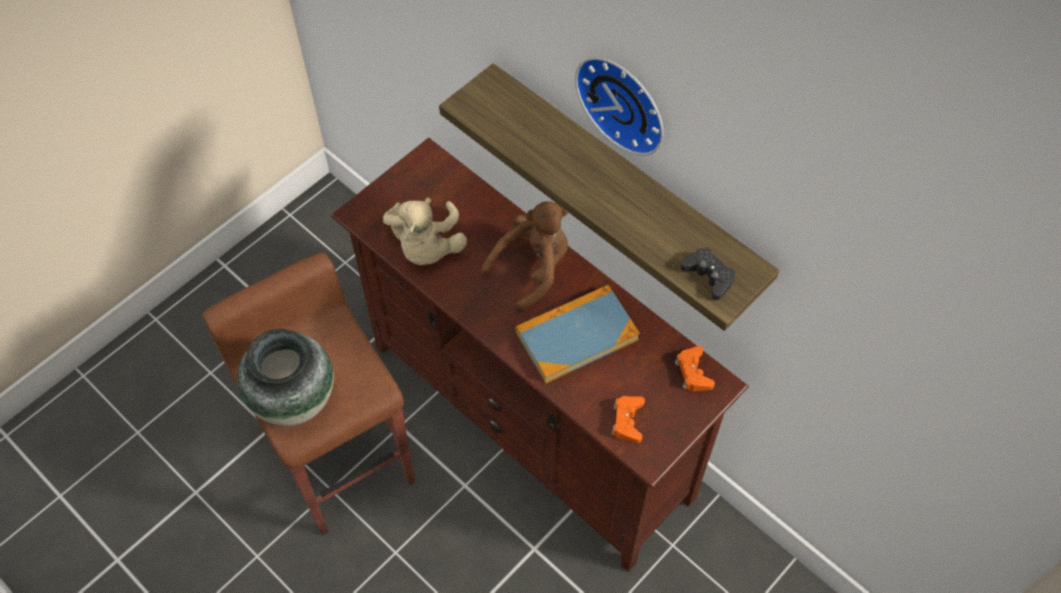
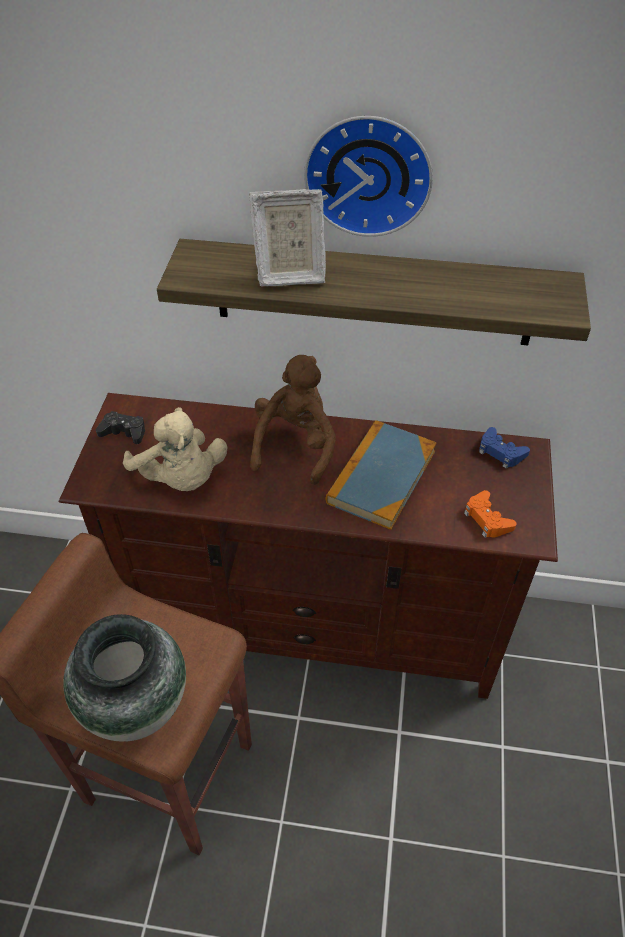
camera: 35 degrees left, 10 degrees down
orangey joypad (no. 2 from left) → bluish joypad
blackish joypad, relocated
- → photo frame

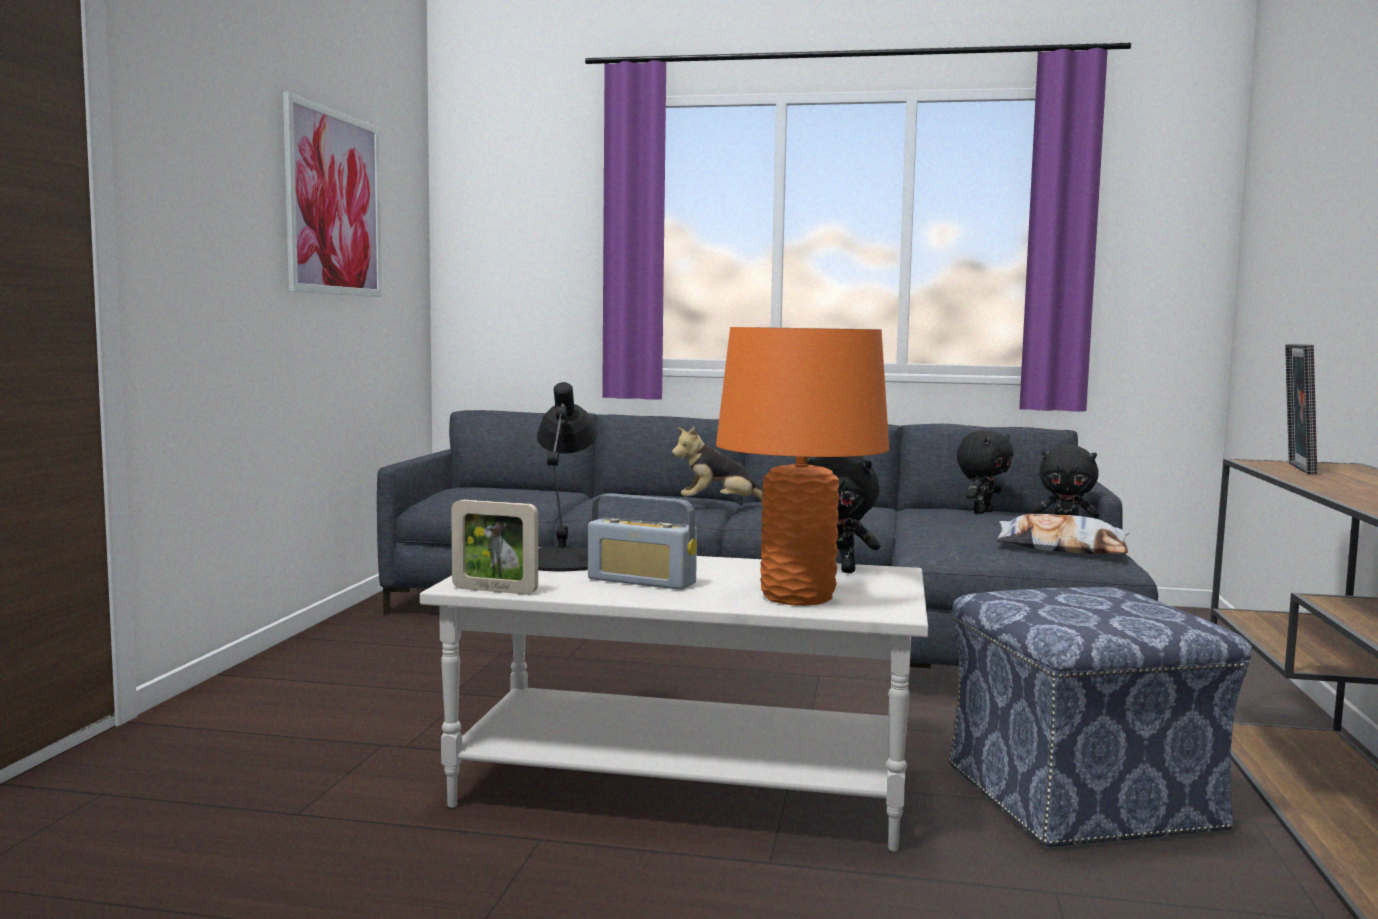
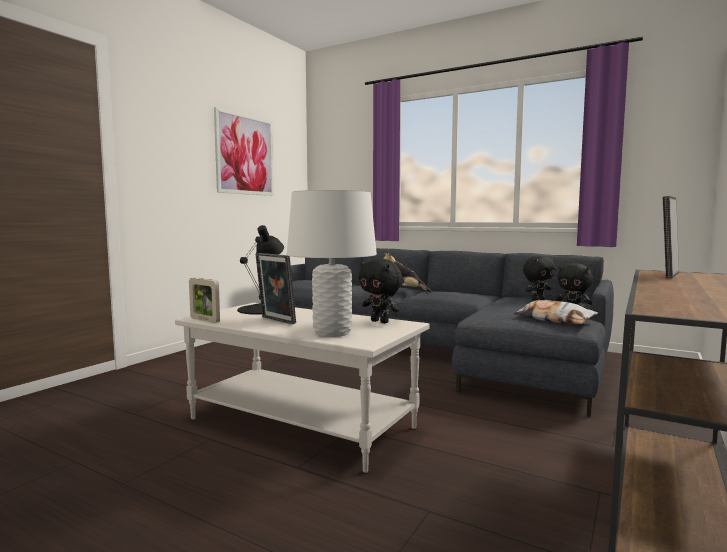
camera: 20 degrees right, 0 degrees up
radio receiver → photo frame (no. 2 from left)
orangey tabletop lamp → white-coloured tabletop lamp
footrest → -

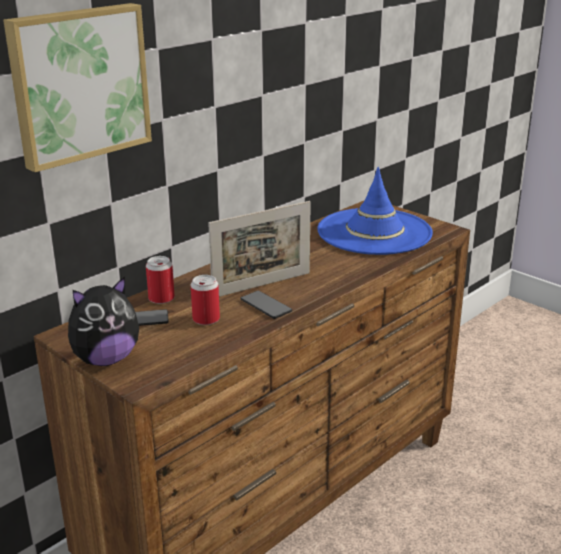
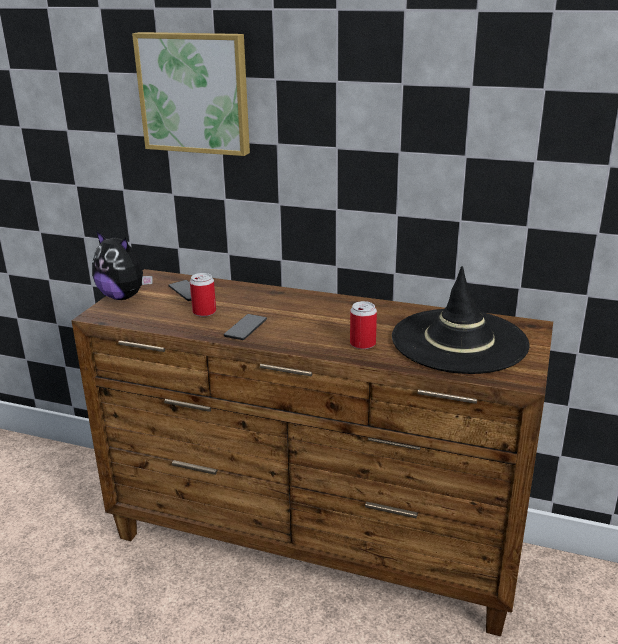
camera: 65 degrees right, 0 degrees up
sealed can (no. 1 from left in the first image) → sealed can (no. 2 from left), relocated
photo frame → -
bluish hat → blackish hat

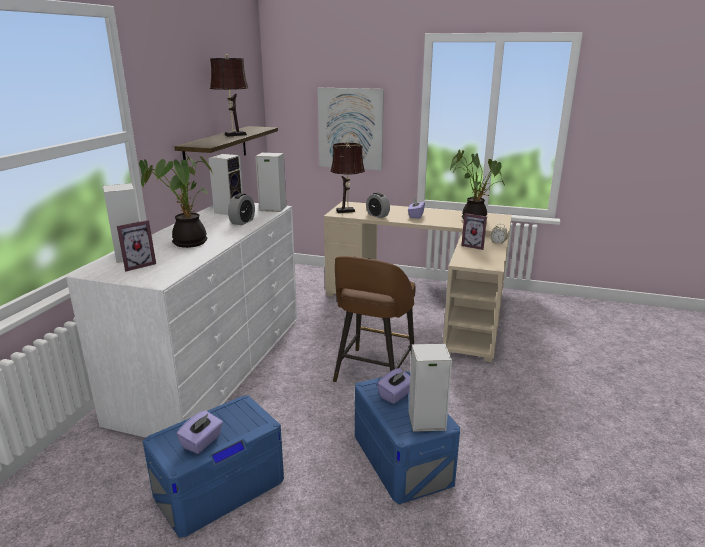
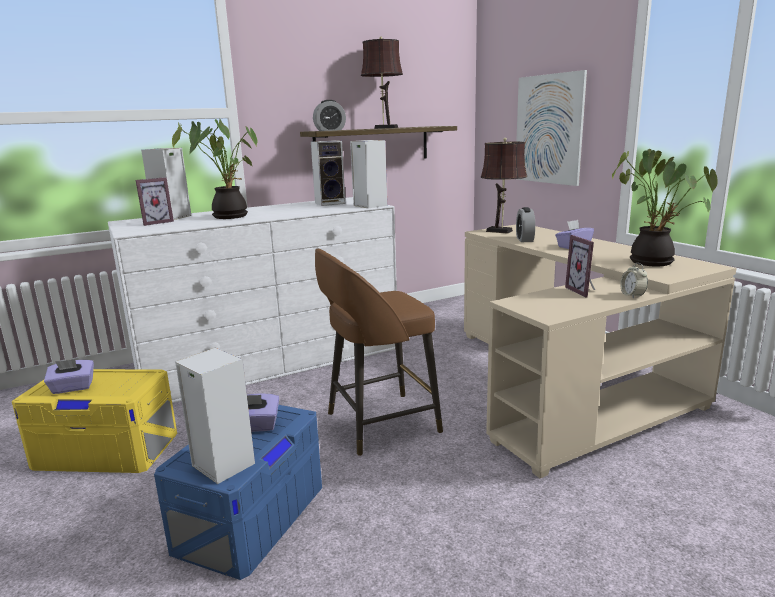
camera: 45 degrees right, 5 degrees down
photo frame (no. 1 from left), 45 degrees counterclockwise
bluish storage box (no. 1 from left) → yellowish storage box
alarm clock (no. 1 from left), relocated

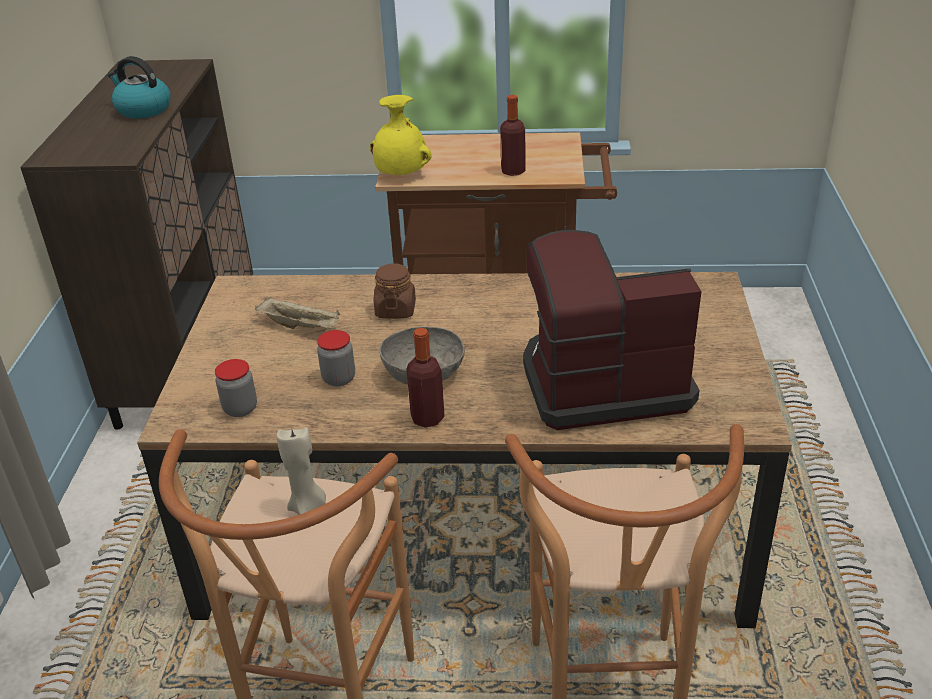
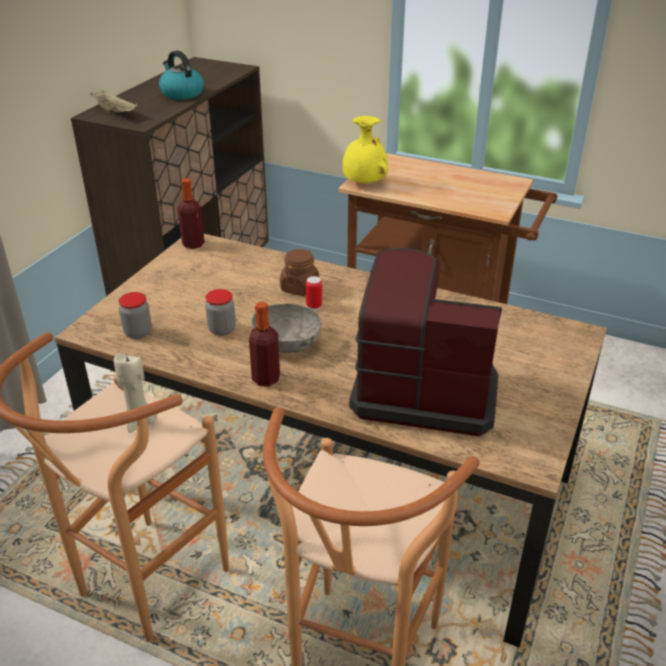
camera: 20 degrees right, 0 degrees up
beige tray, relocated
bottle (no. 2 from left in the first image) → bottle (no. 1 from left), relocated
- → sealed can

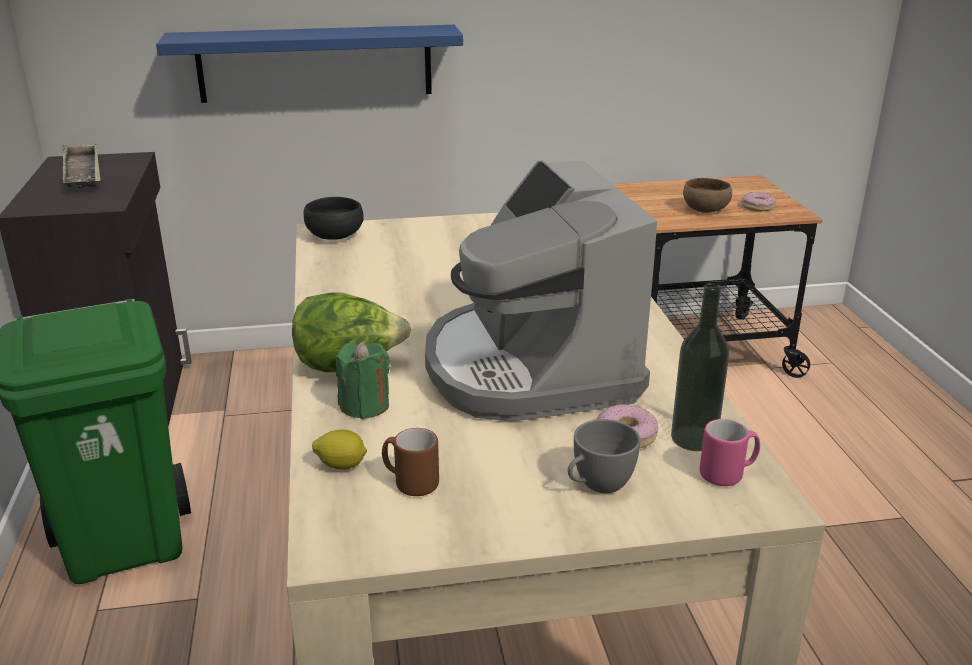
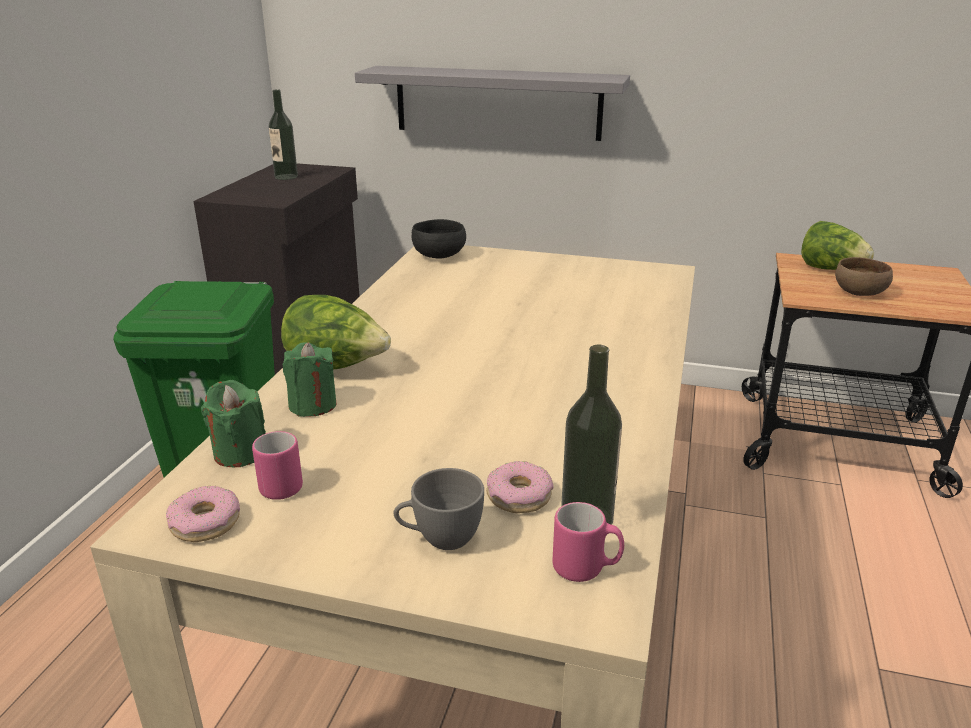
camera: 25 degrees right, 0 degrees up
tray → bottle (no. 1 from left)
bluish wall shelf → greyish wall shelf
whole lemon → green wax candle (no. 1 from left)
brownish tea mug → pink-coloured tea mug (no. 1 from left)
coffee maker → -
ring doughnut (no. 2 from left in the first image) → ring doughnut (no. 1 from left), relocated
- → lettuce (no. 2 from left)

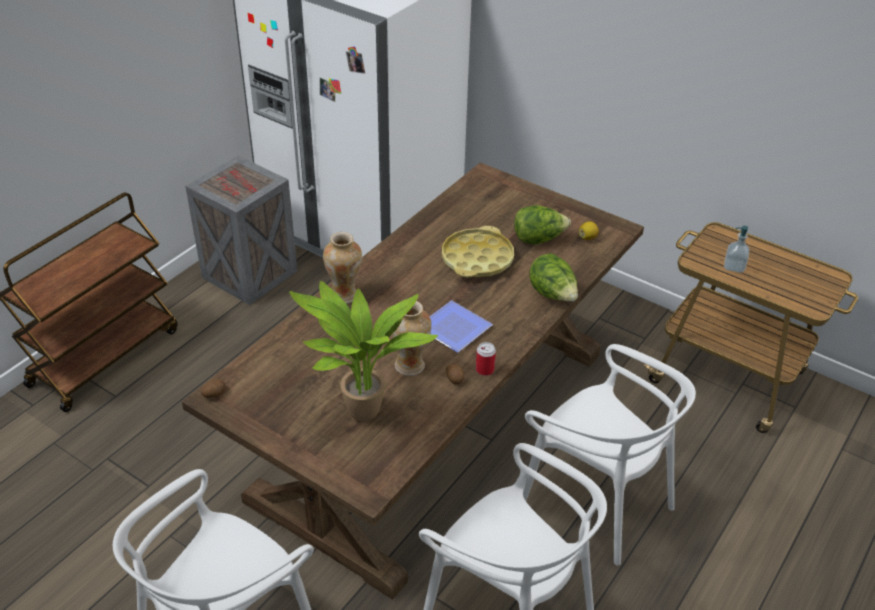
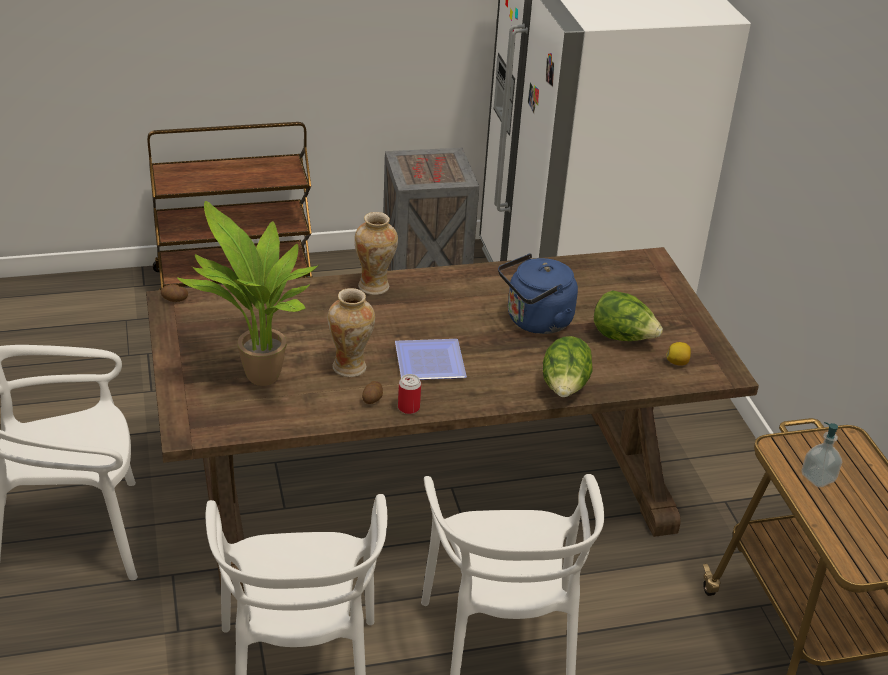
camera: 40 degrees right, 5 degrees down
yellowish tray → bluish tea kettle

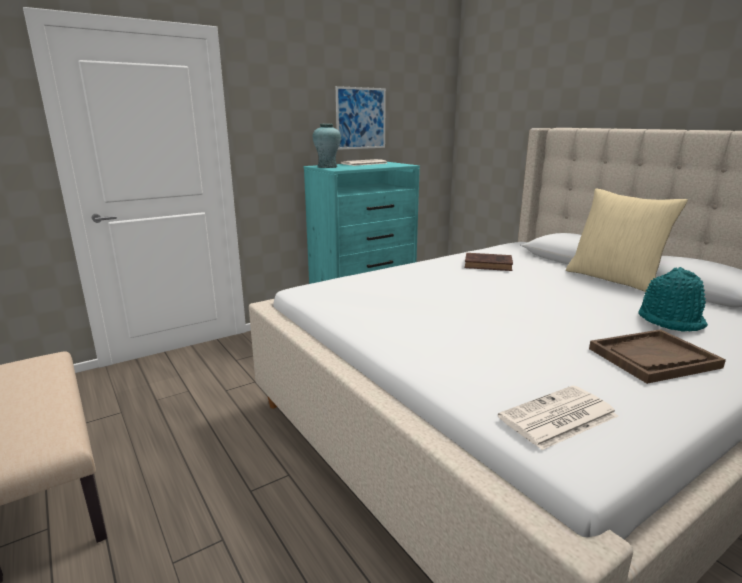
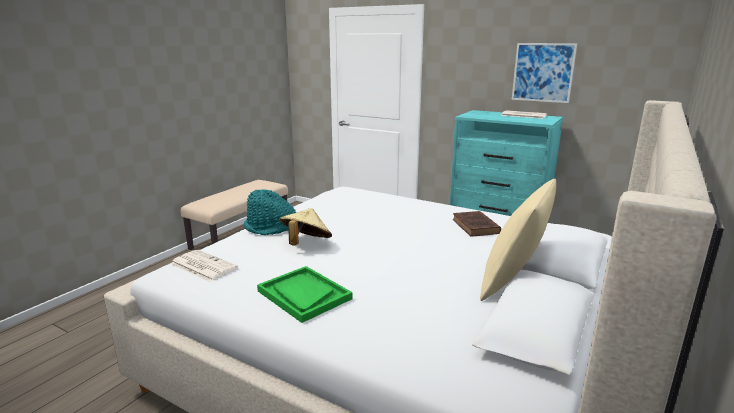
camera: 65 degrees right, 0 degrees up
turquoise-coloured decorative vase → -
brownish tray → green tray
turquoise-coloured hat, relocated
- → beige hat

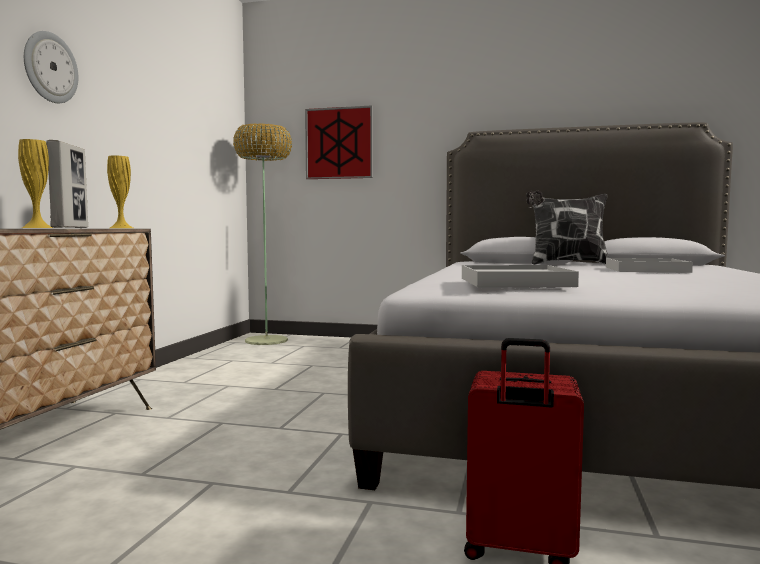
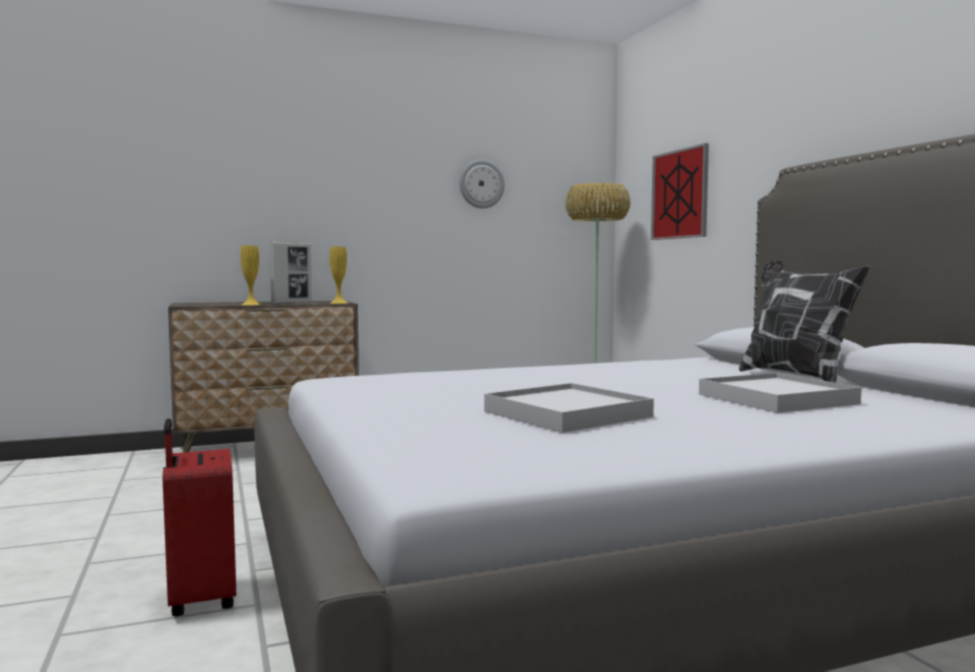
camera: 55 degrees right, 0 degrees up
hanging clock, relocated
white-coloured tray (no. 1 from left), relocated

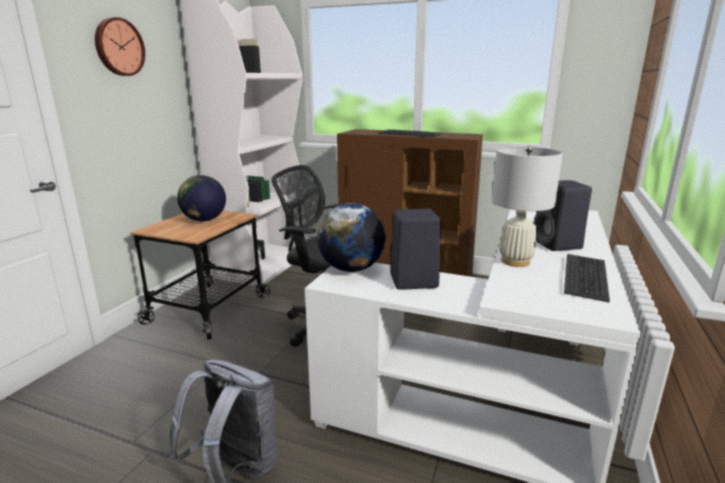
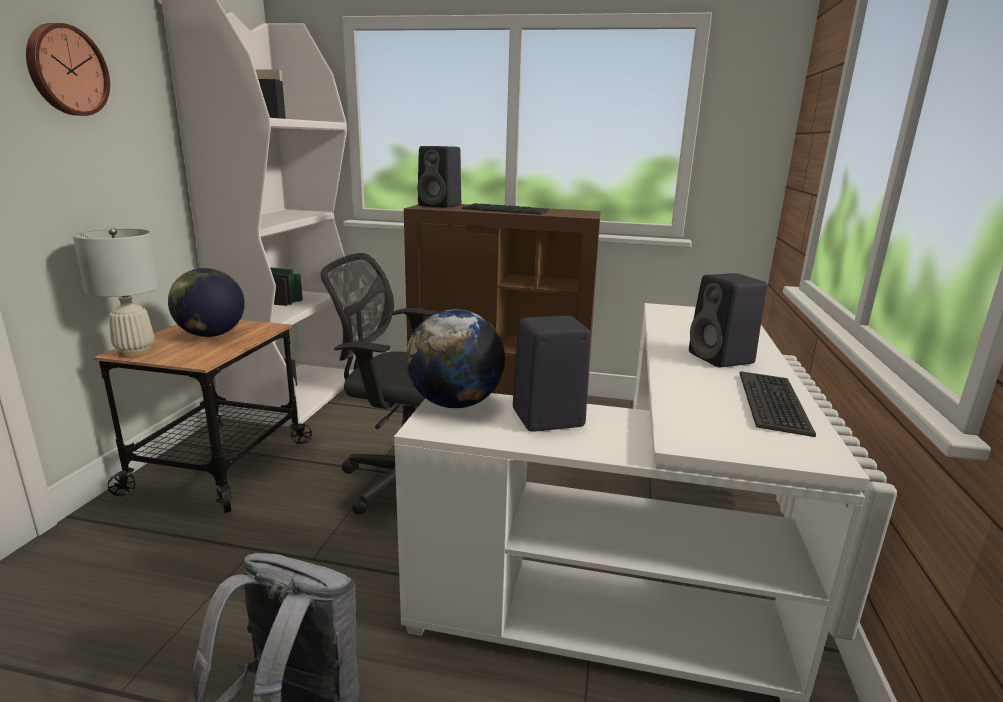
camera: 10 degrees left, 0 degrees up
white-coloured tabletop lamp, relocated
- → blackish audio speaker (no. 1 from left)

